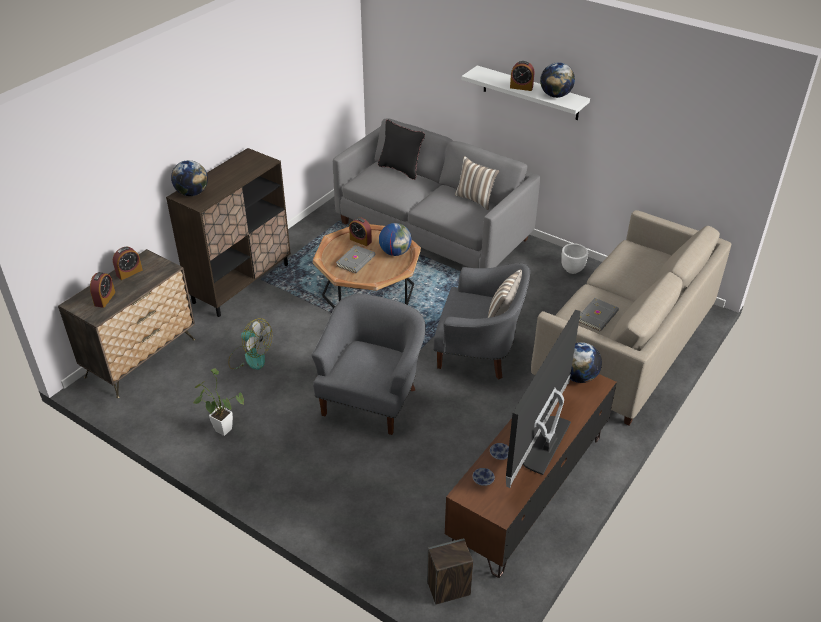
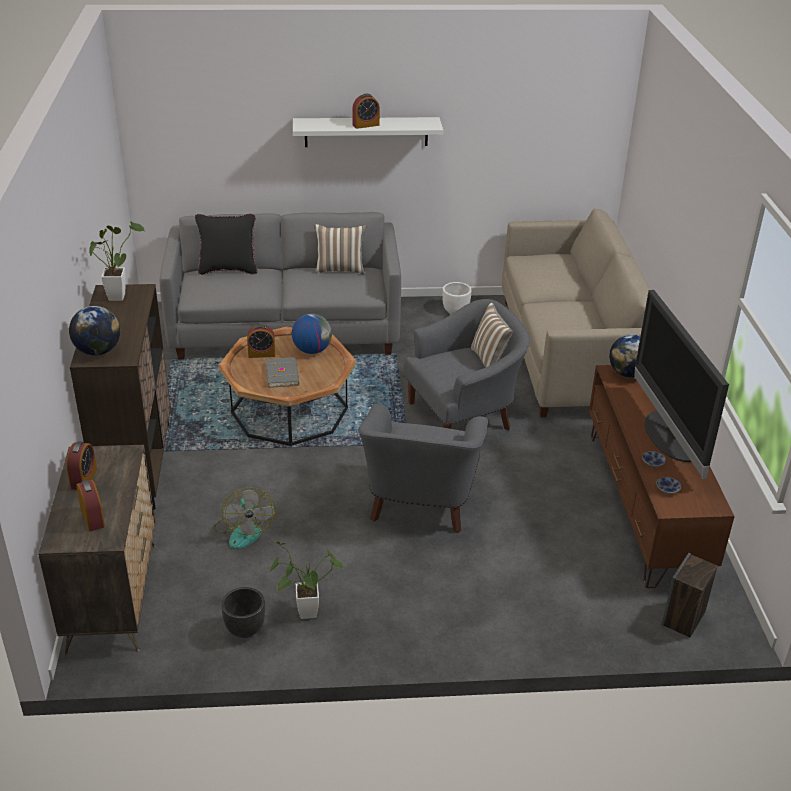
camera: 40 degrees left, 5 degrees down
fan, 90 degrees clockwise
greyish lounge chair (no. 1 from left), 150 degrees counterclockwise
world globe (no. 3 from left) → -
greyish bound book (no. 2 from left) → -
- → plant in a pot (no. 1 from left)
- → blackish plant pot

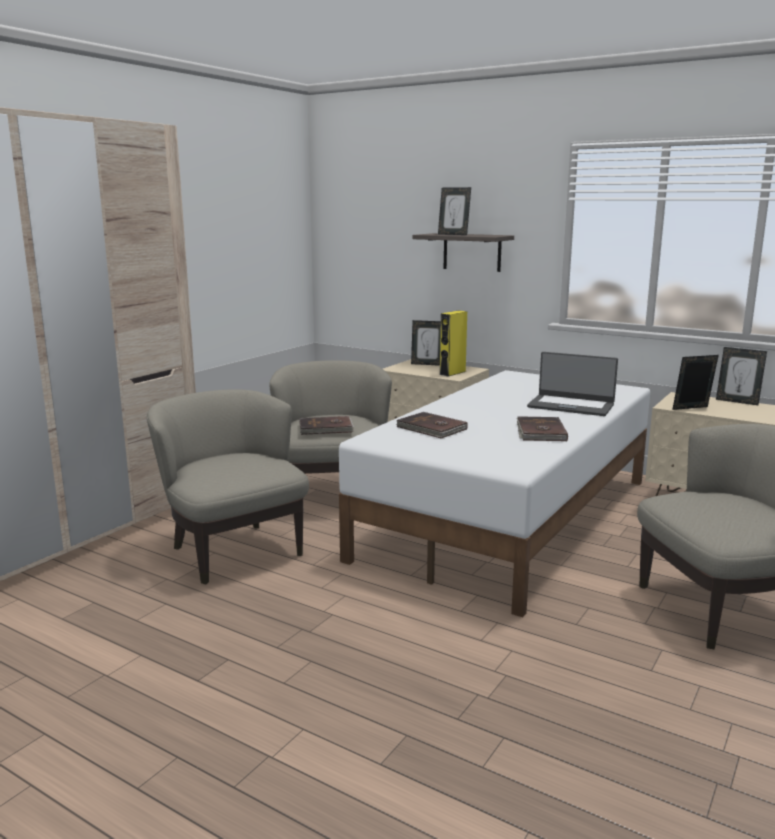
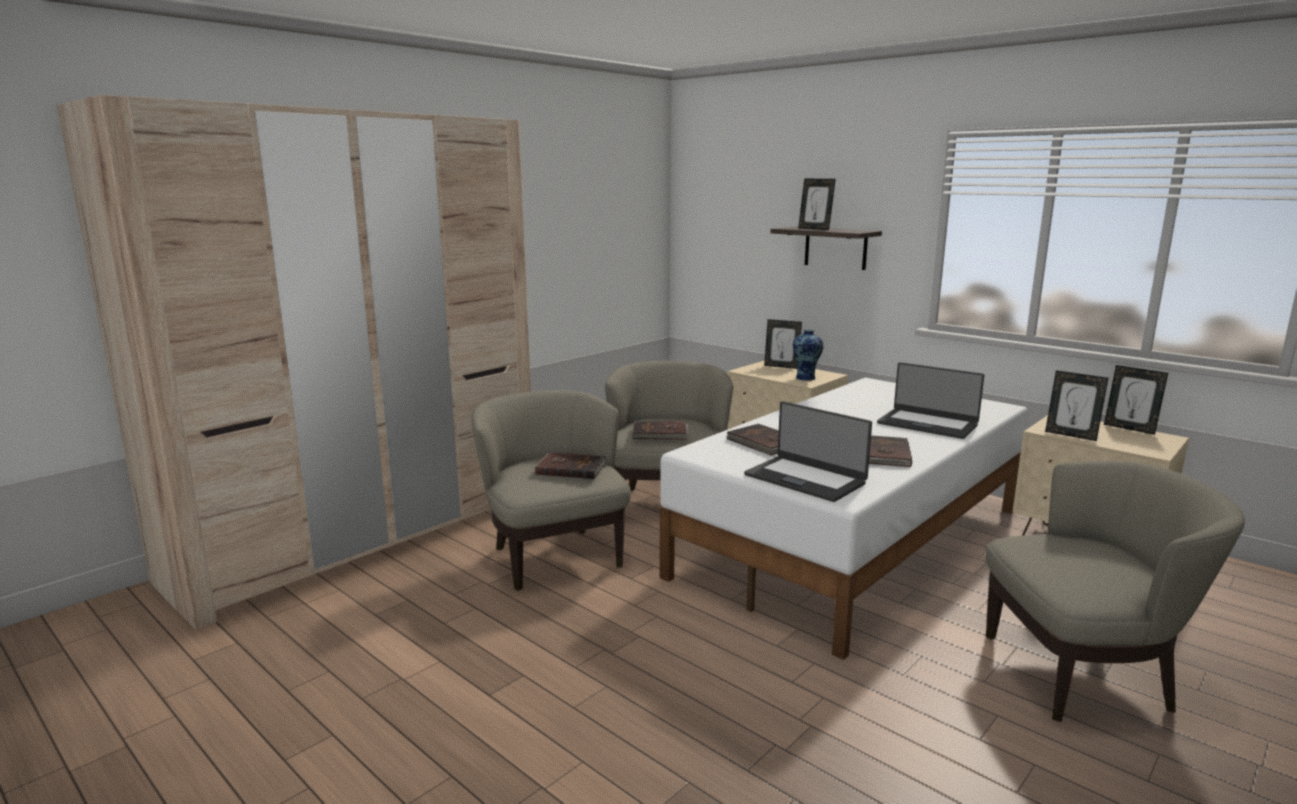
camera: 10 degrees right, 0 degrees up
yellowish audio speaker → decorative vase
photo frame (no. 3 from left), 135 degrees counterclockwise
- → brownish bound book (no. 1 from left)
- → notebook computer (no. 1 from left)

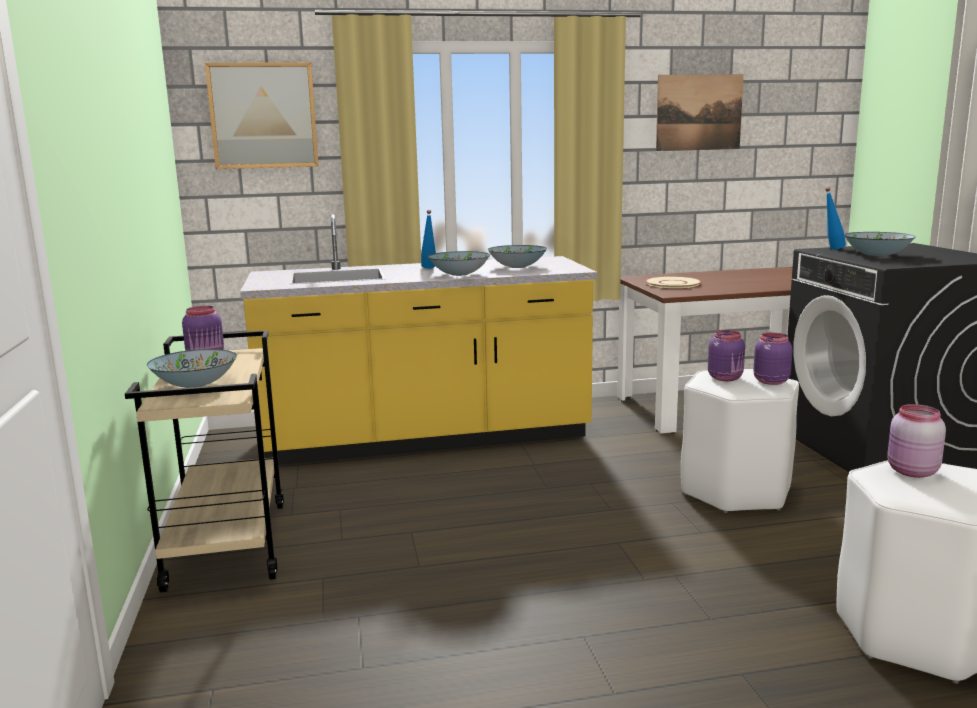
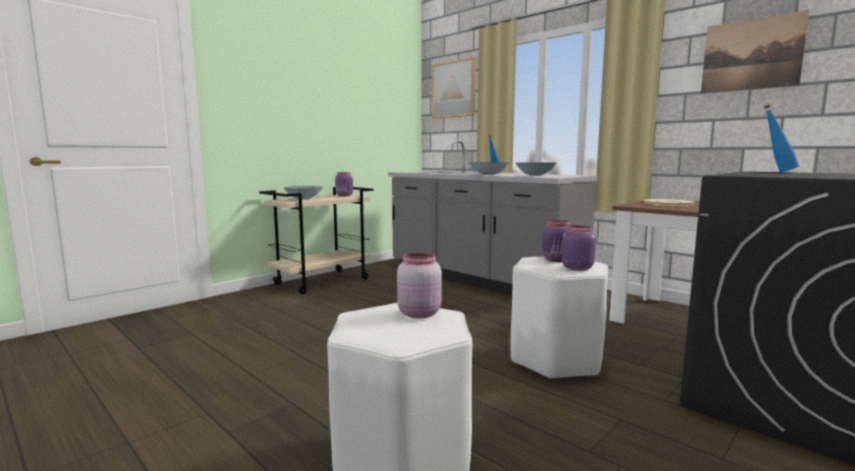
camera: 55 degrees right, 5 degrees down
yellowish kitchen counter → greyish kitchen counter
deep dish (no. 4 from left) → -

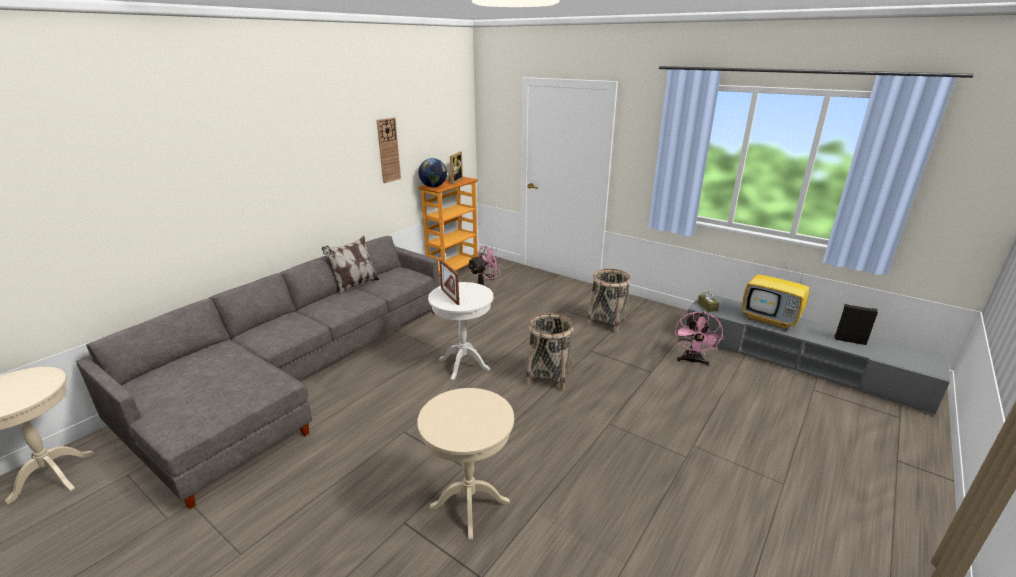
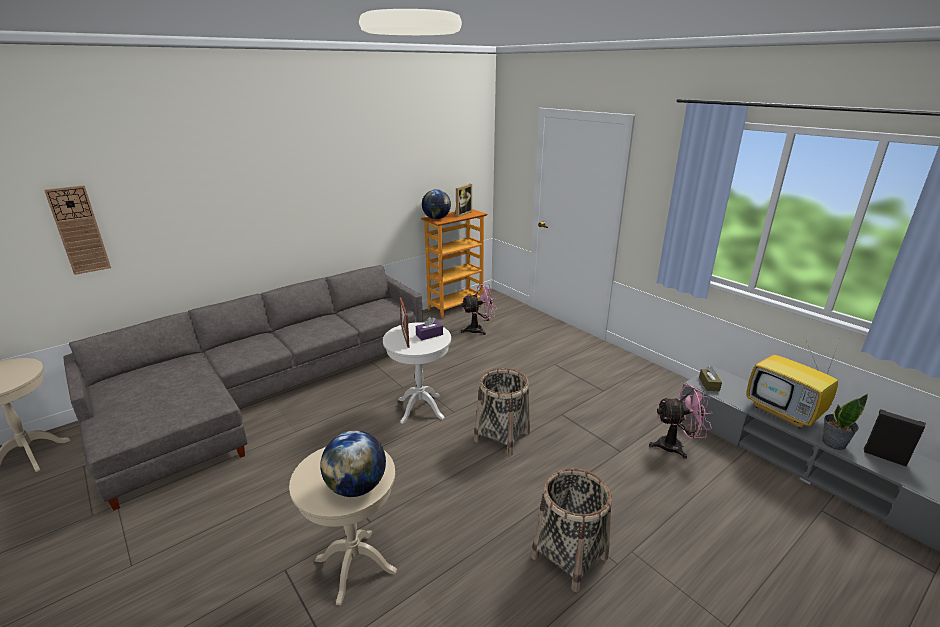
camera: 15 degrees right, 0 degrees up
cushion → -
hanging clock, relocated
storage basket (no. 2 from left), relocated
pink-coloured fan (no. 2 from left), 120 degrees counterclockwise
- → world globe (no. 1 from left)
- → purple tissue holder
- → plant in a pot

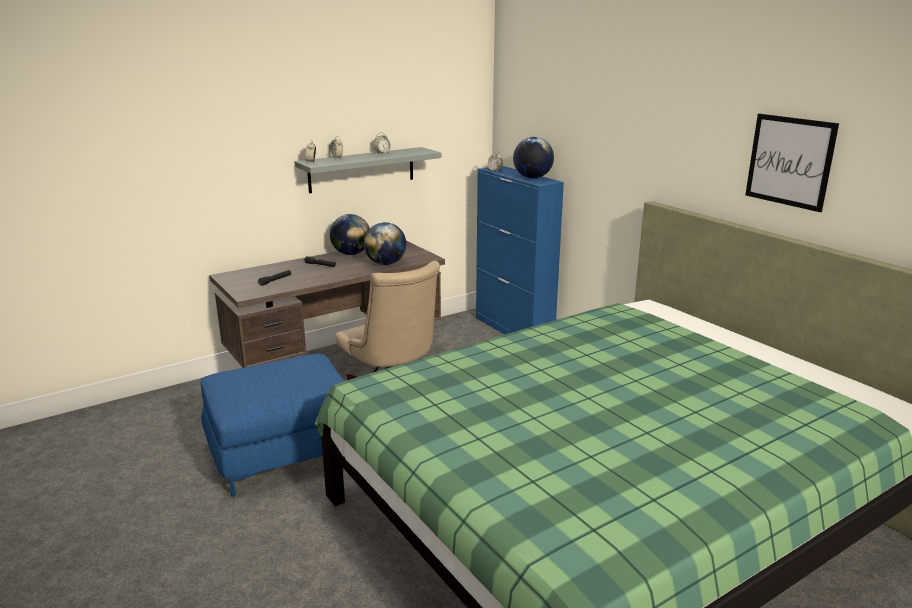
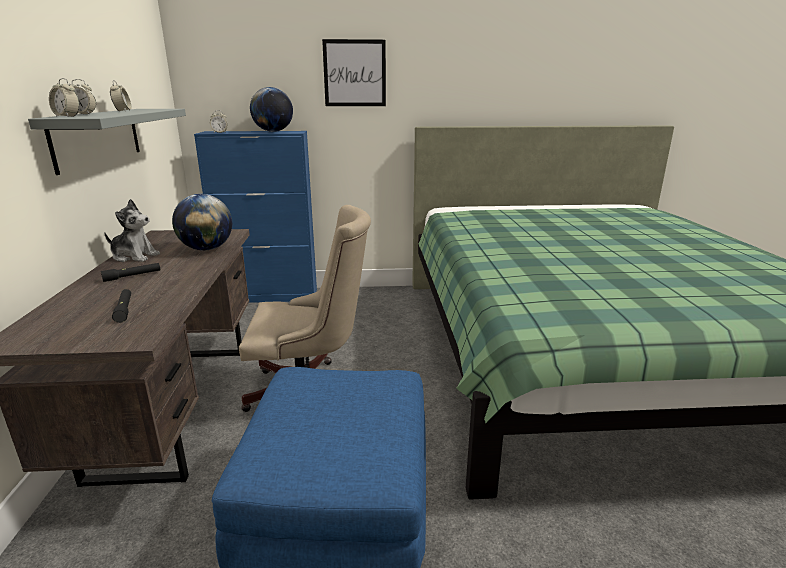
camera: 60 degrees left, 0 degrees up
world globe (no. 1 from left) → soft toy
wall art, relocated

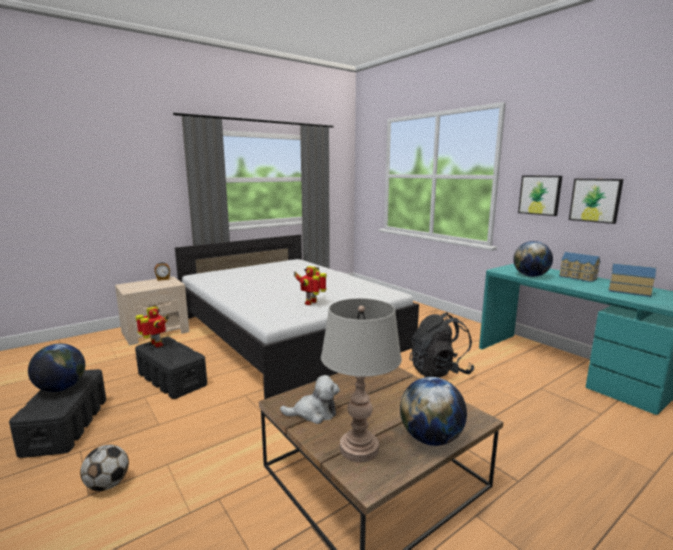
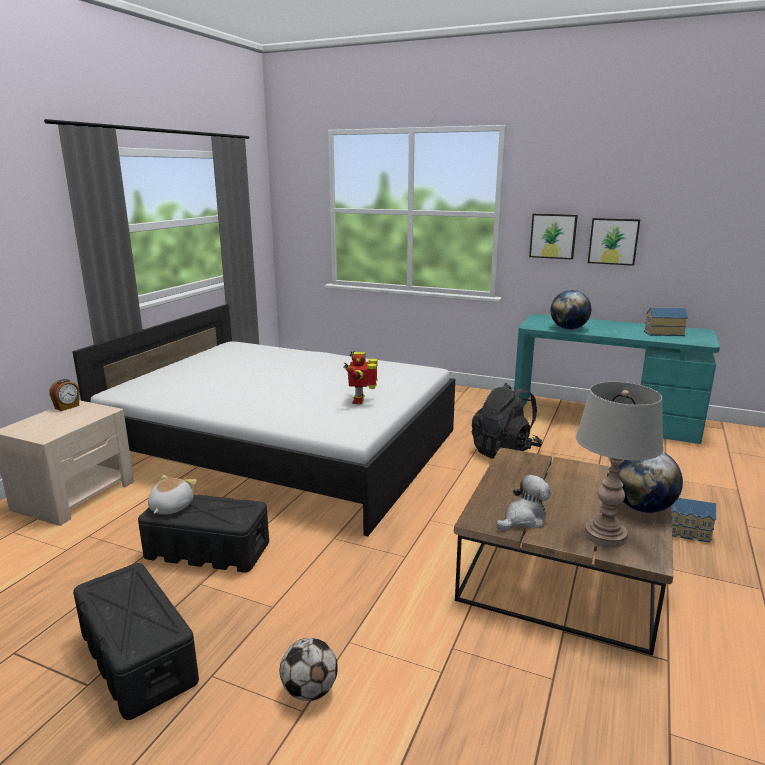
camera: 30 degrees left, 5 degrees up
world globe (no. 1 from left) → -
robot figure (no. 1 from left) → soft toy (no. 1 from left)
model house (no. 1 from left in the first image) → model house (no. 2 from left), relocated

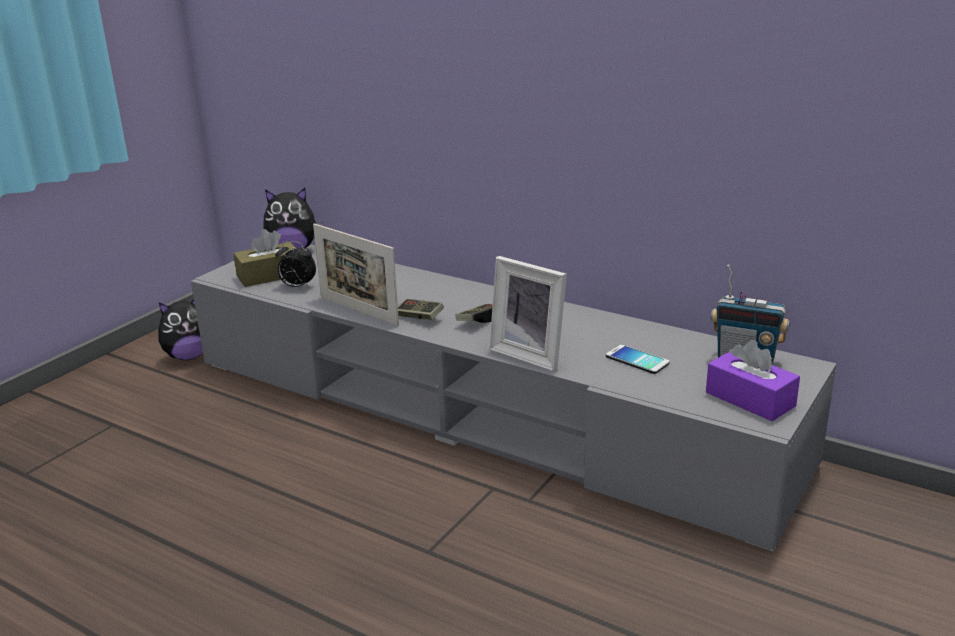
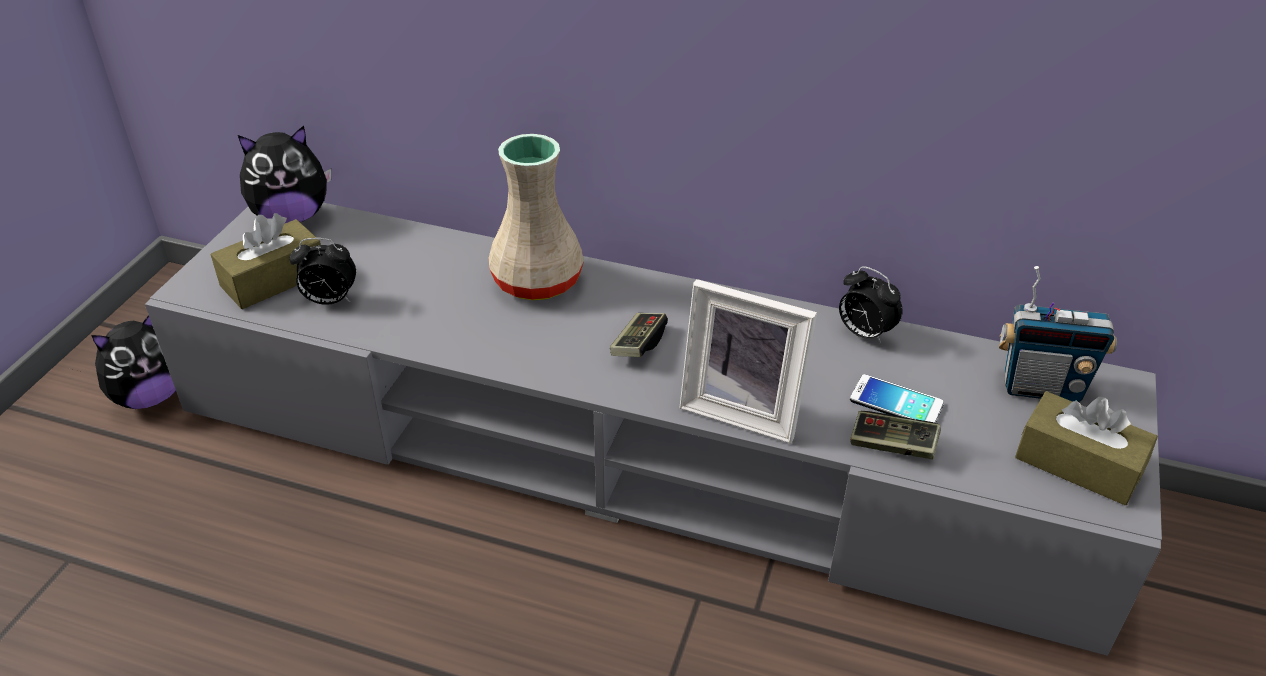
camera: 15 degrees left, 15 degrees up
photo frame (no. 1 from left) → -
joypad (no. 1 from left in the first image) → joypad (no. 2 from left), relocated
purple tissue holder → brownish tissue holder (no. 2 from left)
- → beige decorative vase
- → alarm clock (no. 2 from left)

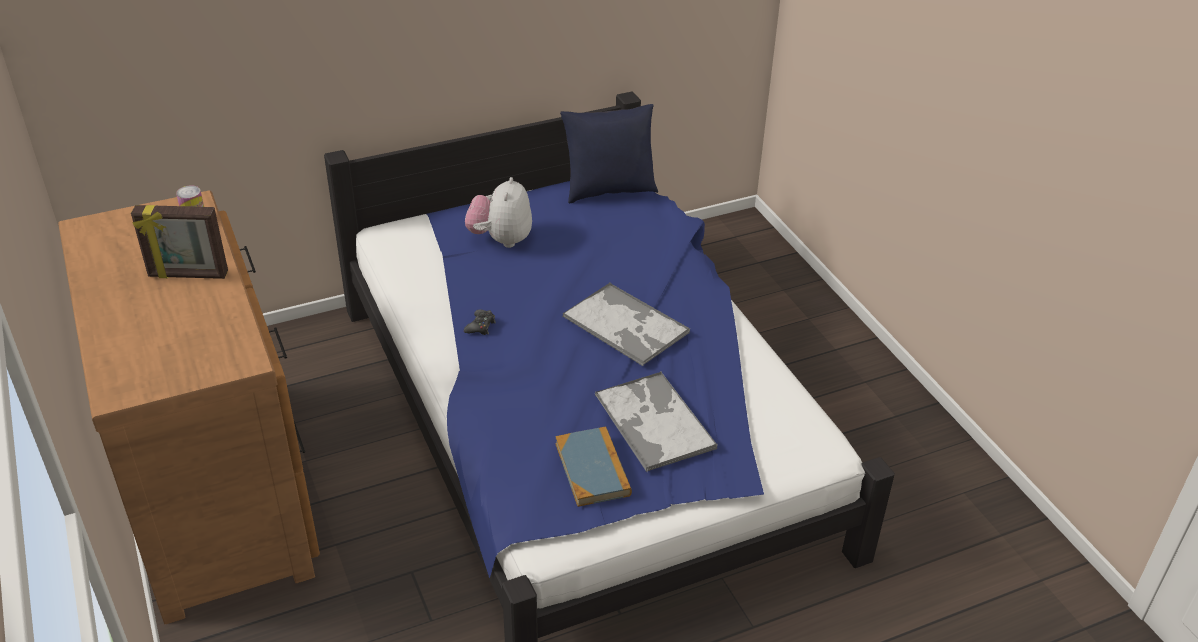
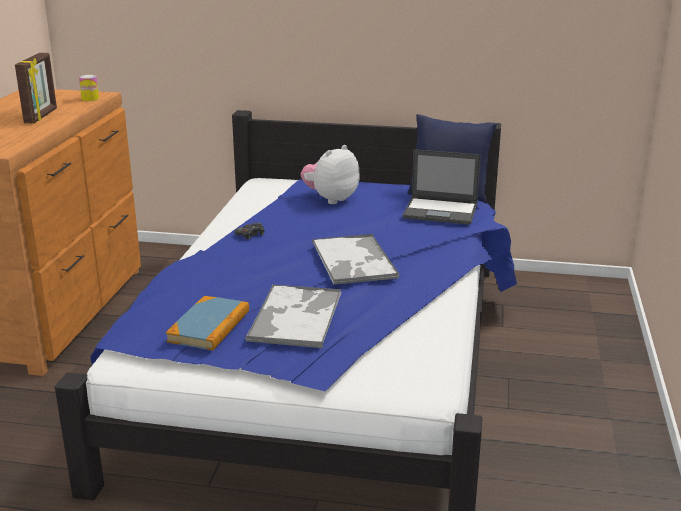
camera: 35 degrees right, 15 degrees down
photo frame, 120 degrees counterclockwise
- → notebook computer

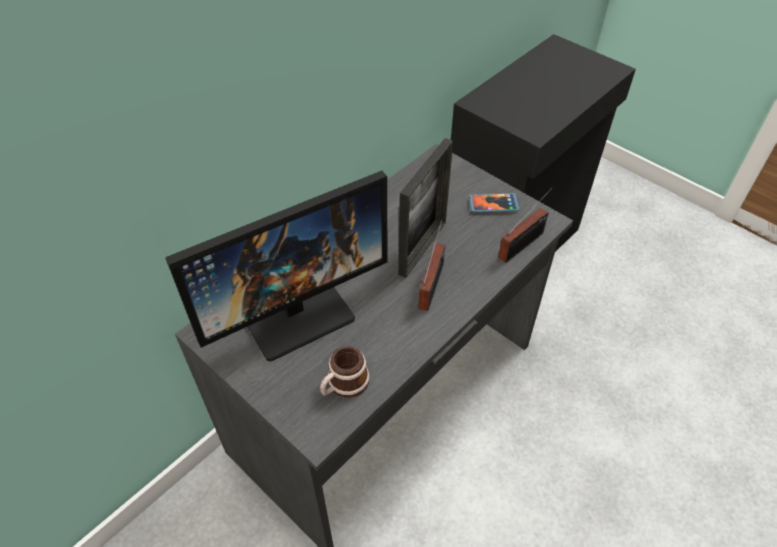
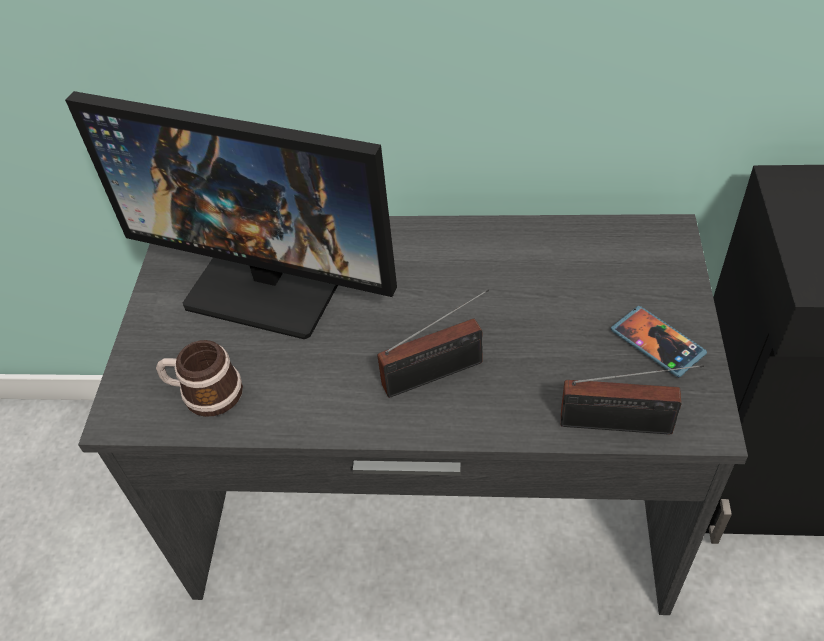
camera: 55 degrees right, 0 degrees up
photo frame → -

